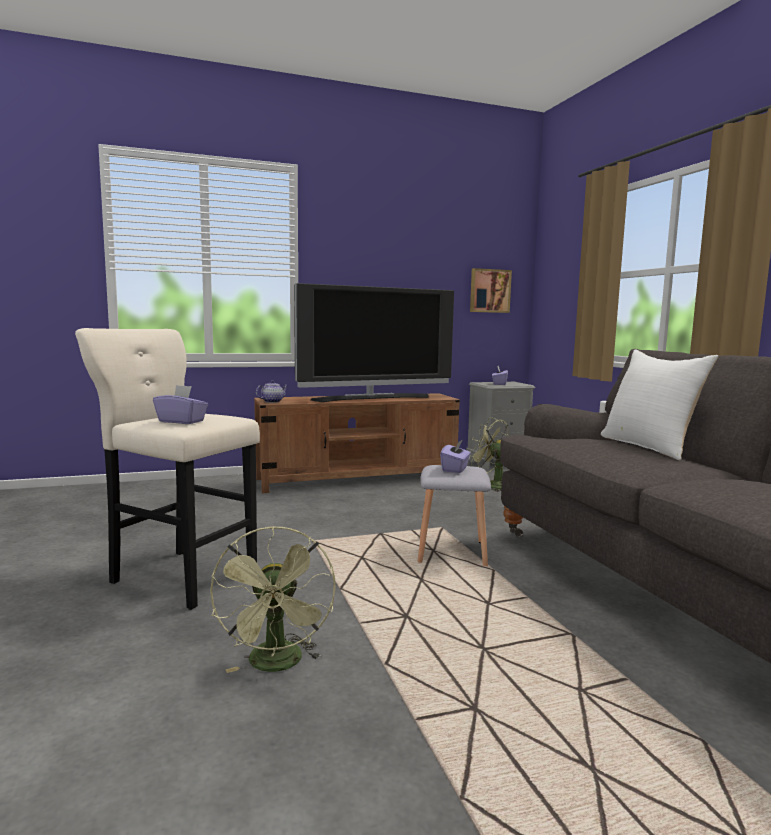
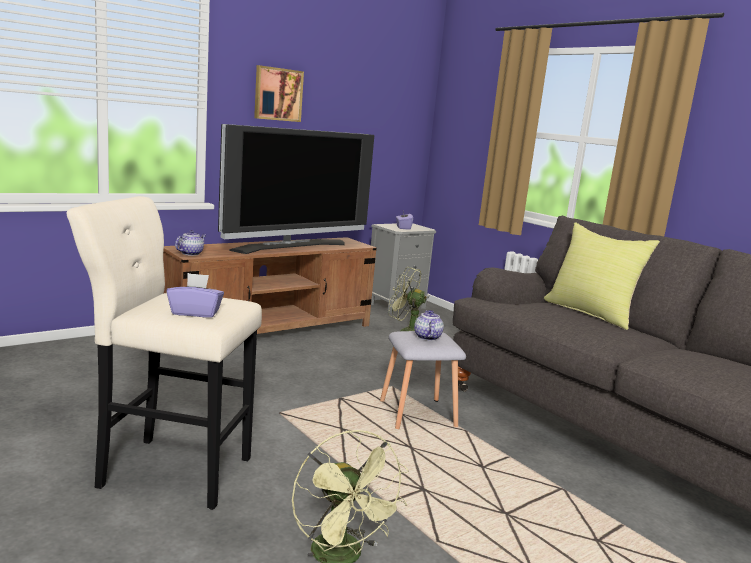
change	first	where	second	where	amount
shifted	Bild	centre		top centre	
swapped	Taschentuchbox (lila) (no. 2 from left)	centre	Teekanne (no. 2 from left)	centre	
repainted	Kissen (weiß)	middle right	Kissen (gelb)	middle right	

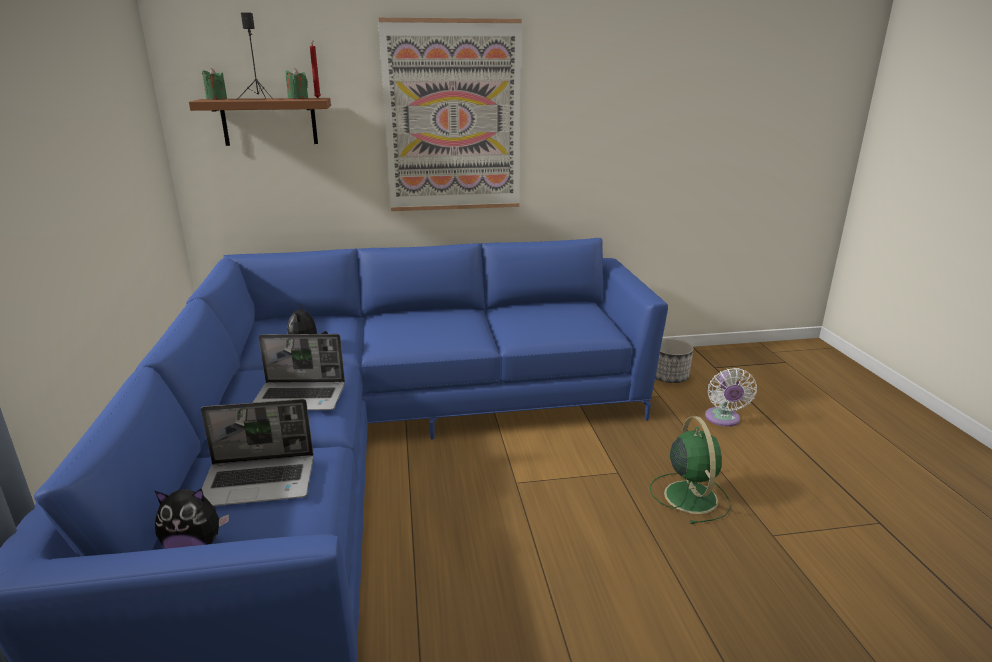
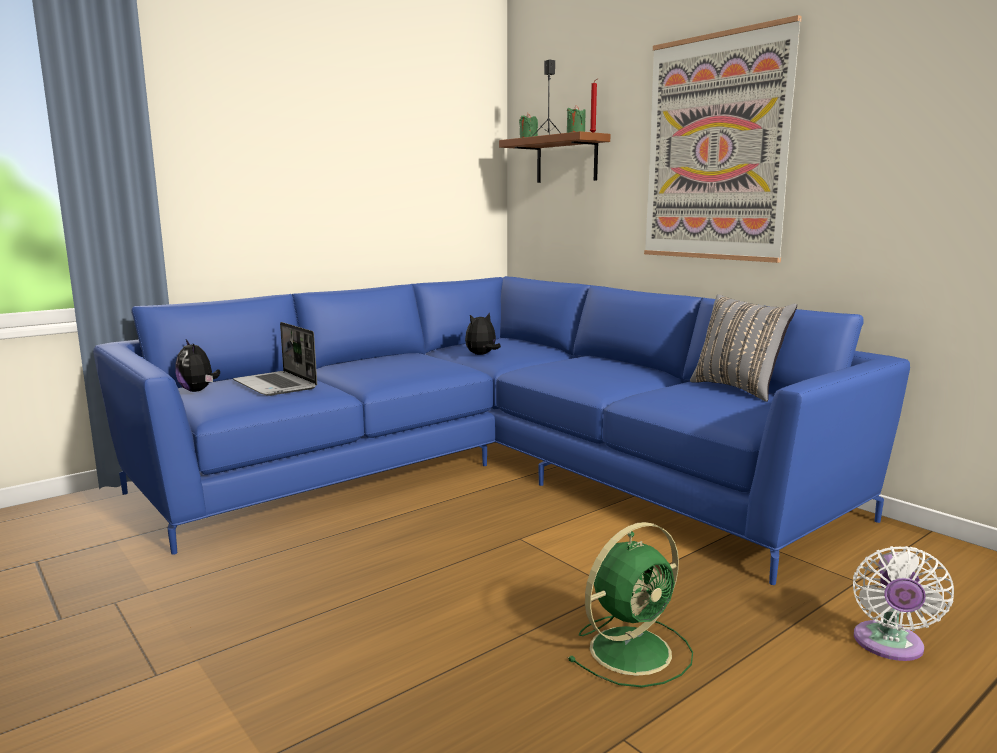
change	first	where	second	where	amount
gone	Laptop (no. 2 from left)	middle left			
gone	Pflanzkübel	middle right			
new			Kissen (grau)	middle right	
rotated	Ventilator (weiß)	middle right		bottom right	45 degrees counterclockwise

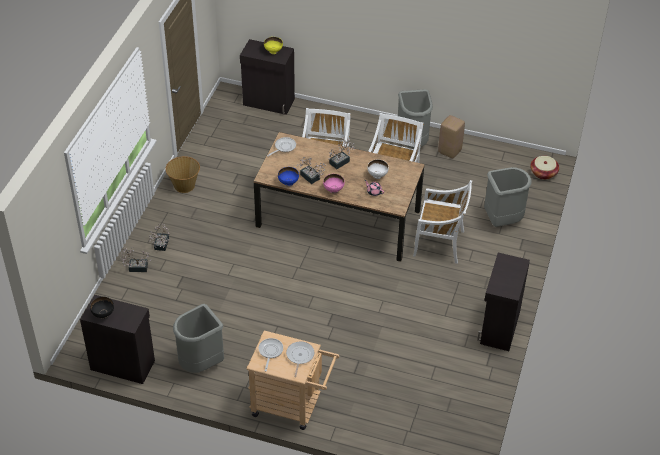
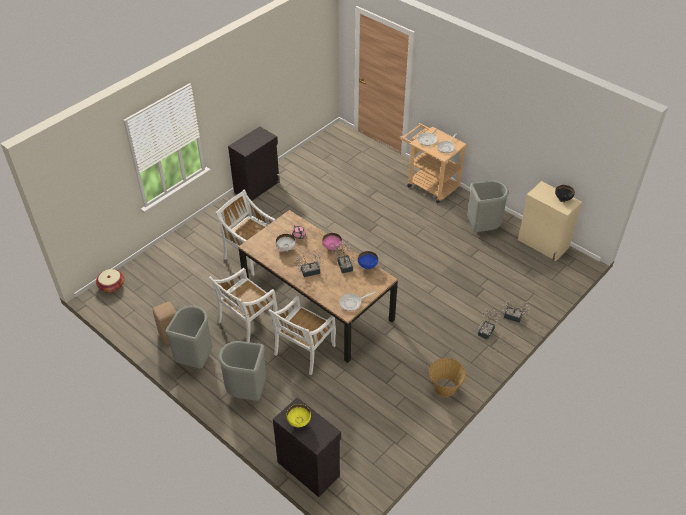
change	first	where	second	where	amount
shifted	Mülleimer (grau) (no. 3 from left in the first image)	middle right	Mülleimer (grau) (no. 2 from left)	bottom centre	
repainted	Schrank (schwarz) (no. 1 from left)	bottom left	Schrank (beige)	middle right	

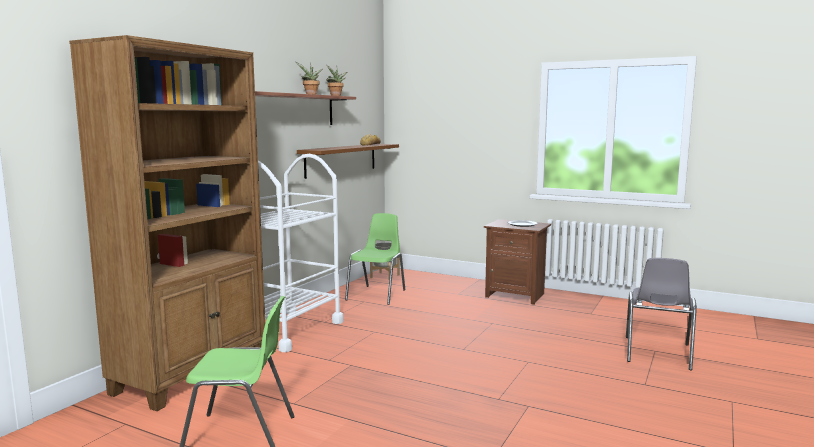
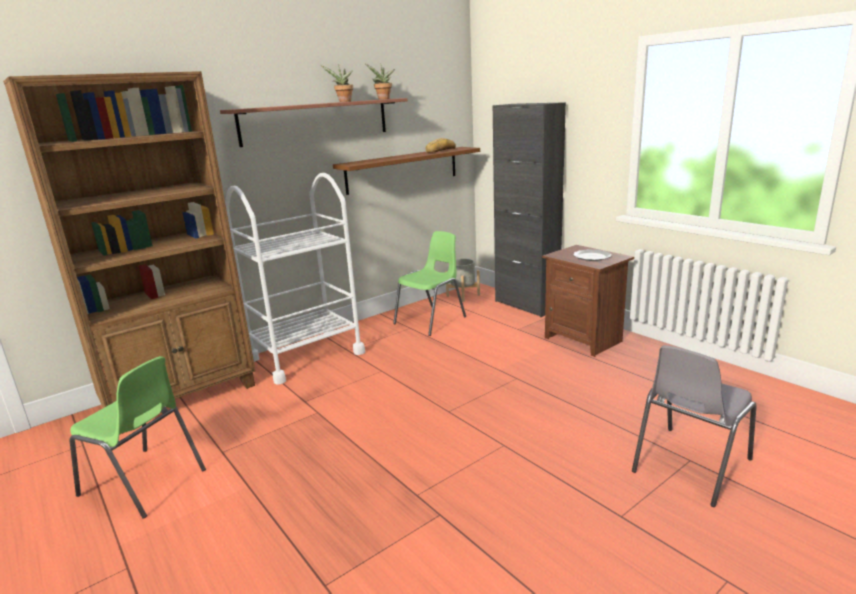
change	first	where	second	where	amount
new			Schrank (schwarz)	centre	

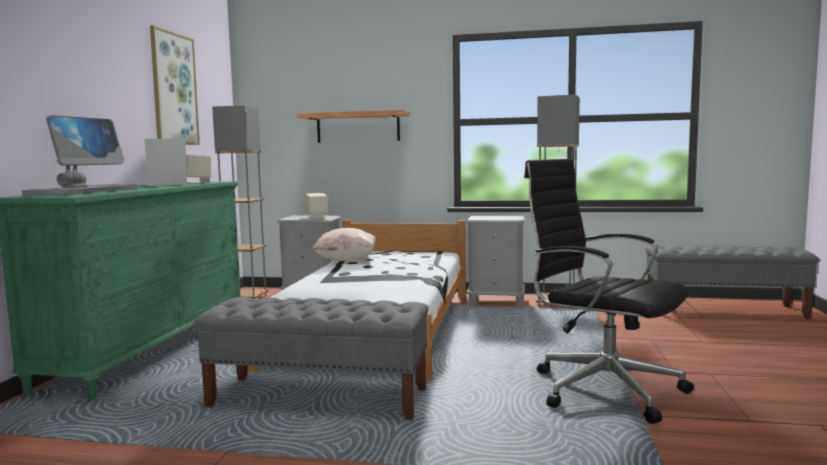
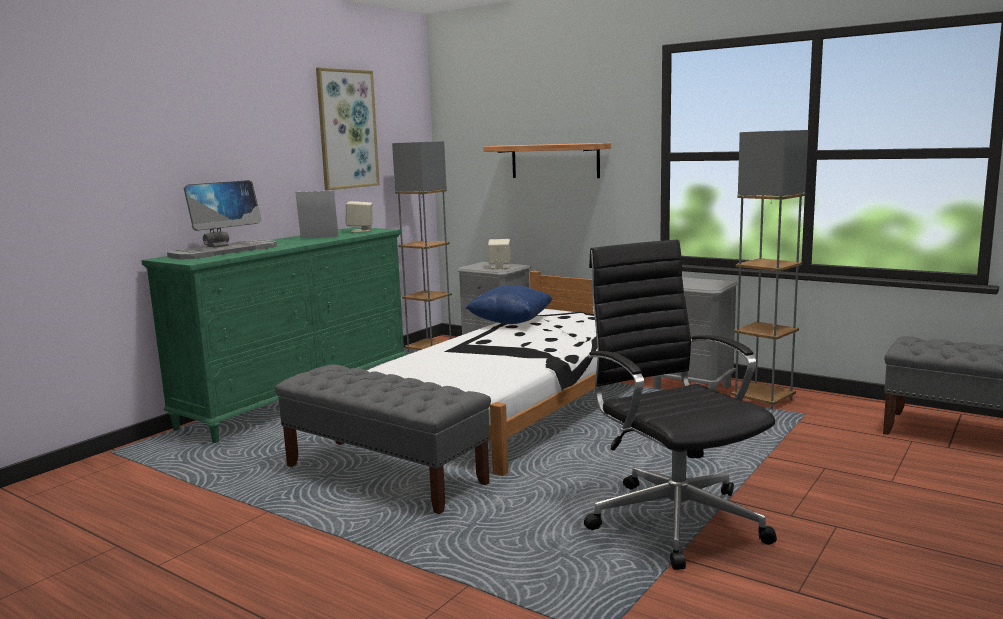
change	first	where	second	where	amount
repainted	Kissen (beige)	centre	Kissen (blau)	centre	

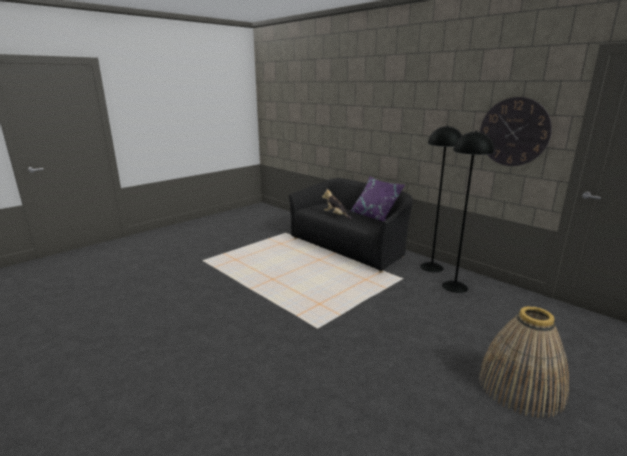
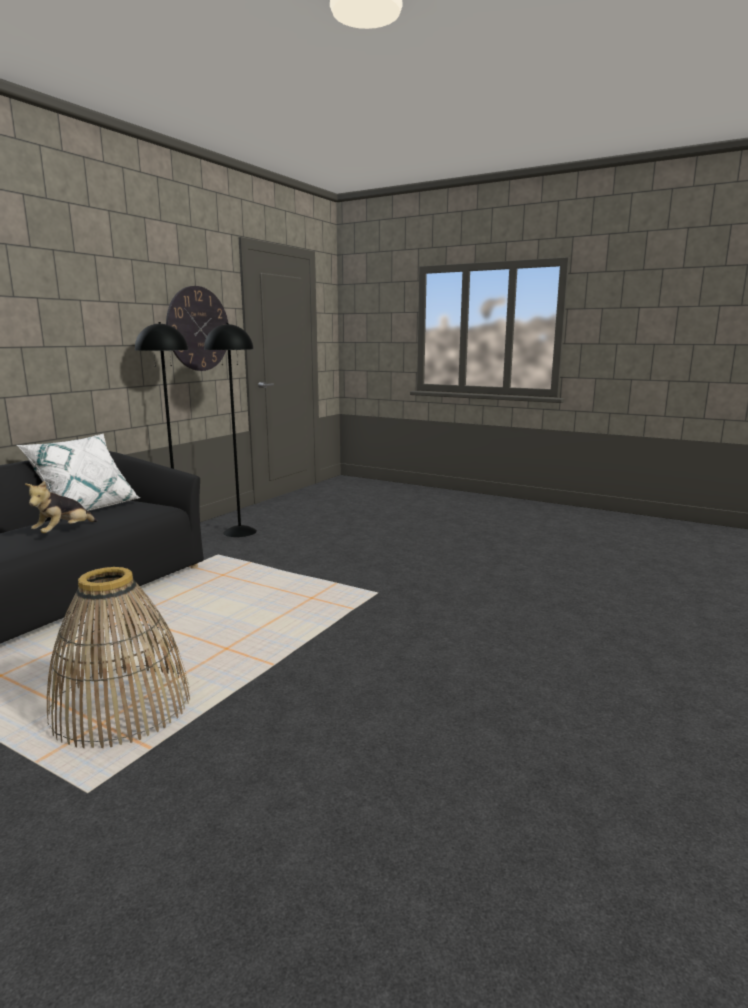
change	first	where	second	where	amount
shifted	Korb	bottom right		middle left	
repainted	Kissen (lila)	centre	Kissen (weiß)	middle left	

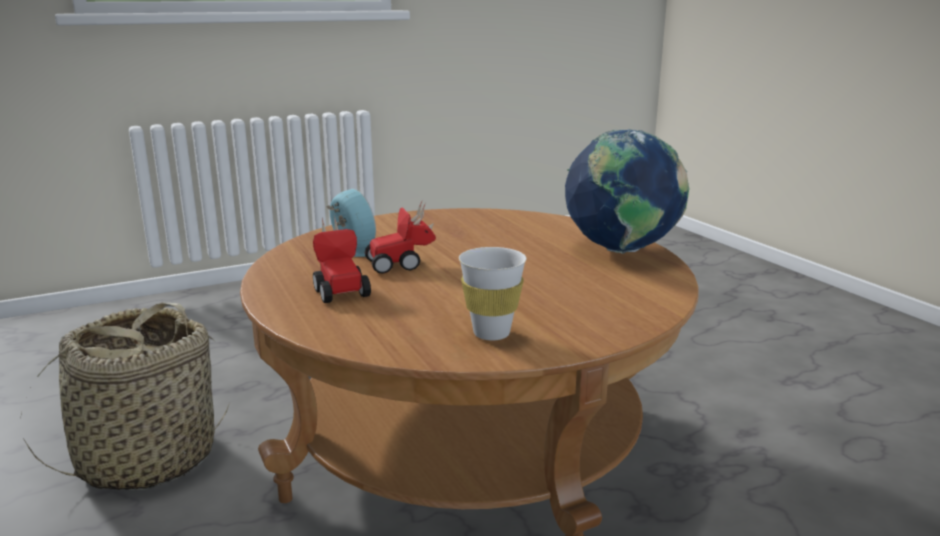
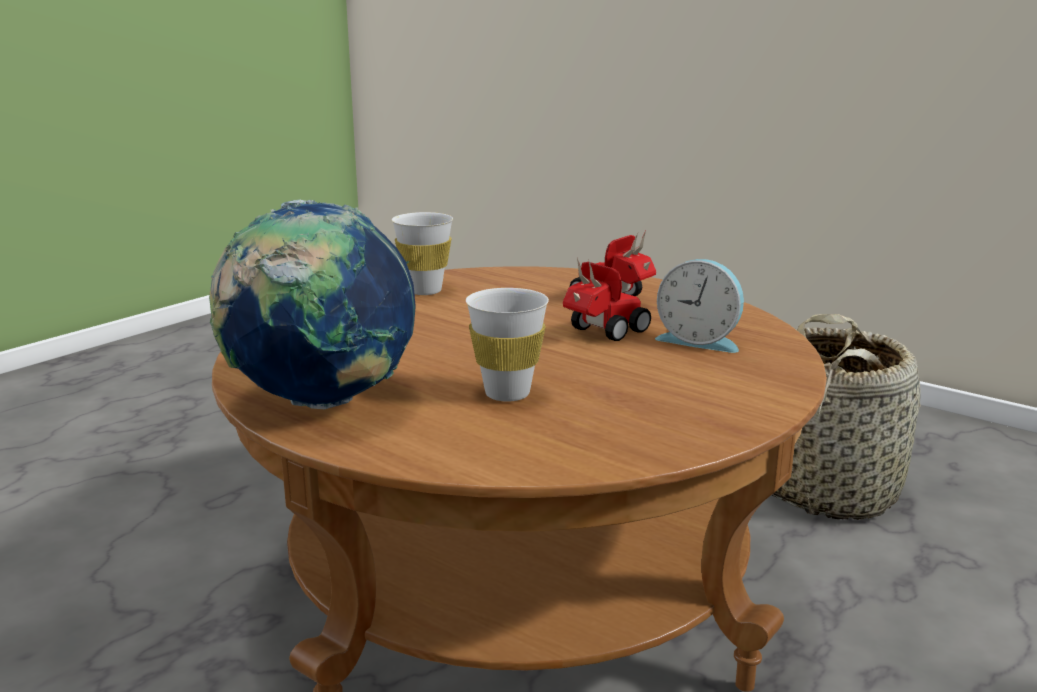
change	first	where	second	where	amount
new			Tasse (weiß) (no. 2 from left)	centre	

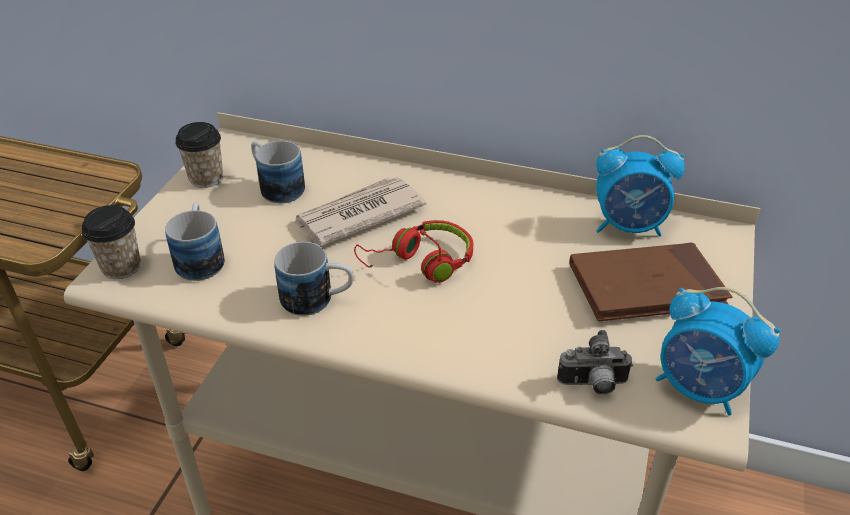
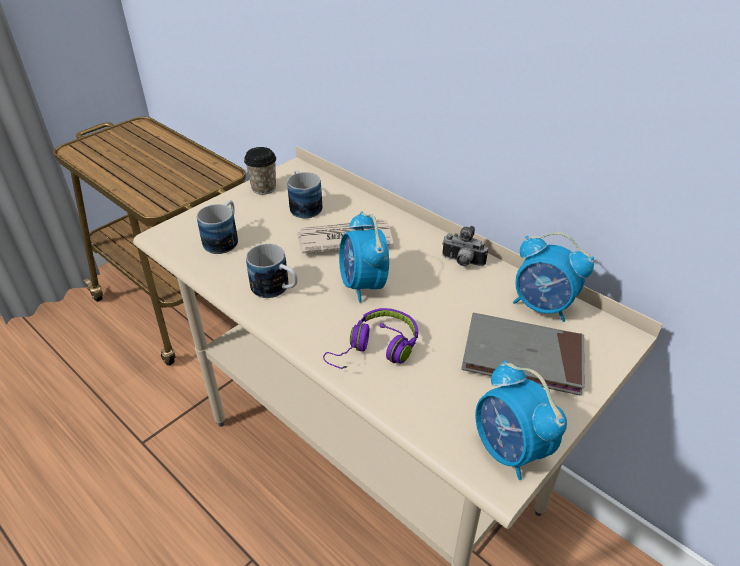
change	first	where	second	where	amount
gone	Tasse (no. 1 from left)	middle left			
new			Kopfhörer (lila)	centre	
shifted	Kamera	bottom right		centre	
swapped	Kopfhörer (rot)	centre	Wecker (no. 1 from left)	centre	
repainted	Buch (braun)	middle right	Buch (grau)	middle right	

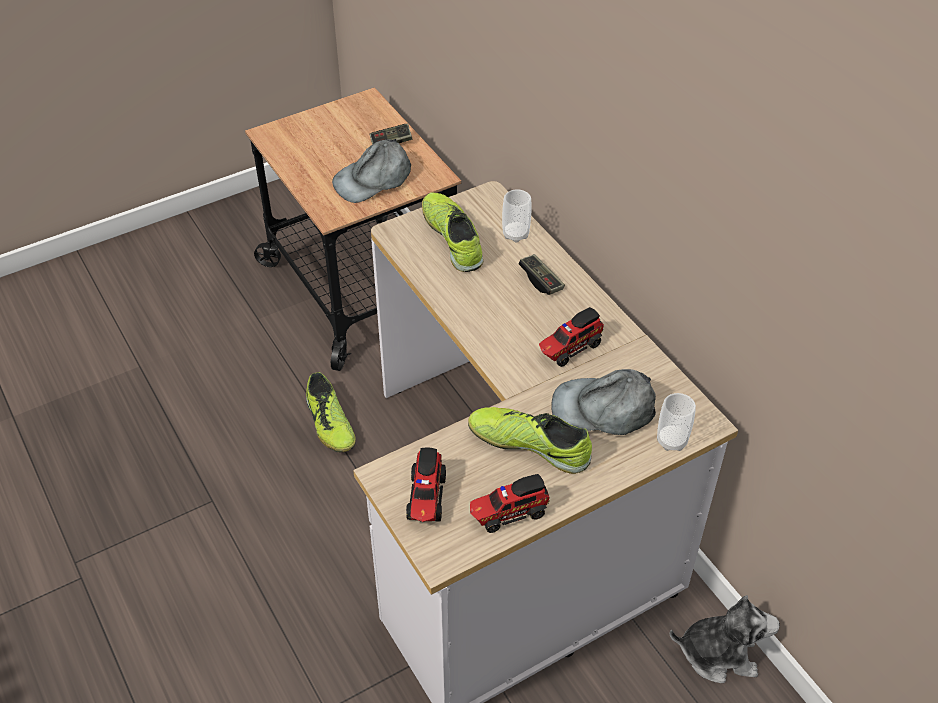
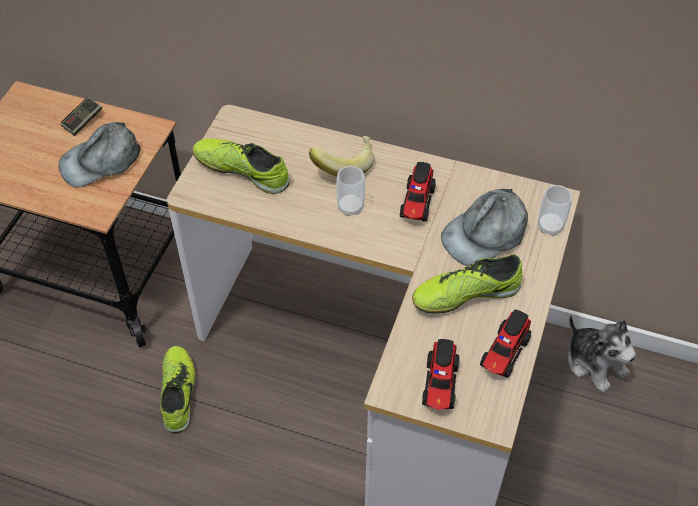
change	first	where	second	where	amount
shifted	Tasse (no. 1 from left)	top centre		centre	
swapped	Gamepad (no. 2 from left)	centre	Banane	top centre	
rotated	Schuh (no. 1 from left)	centre		bottom left	120 degrees counterclockwise
rotated	Kappe (grau) (no. 1 from left)	top centre		top left	45 degrees clockwise
rotated	Spielzeuglaster (no. 1 from left in the first image)	bottom centre	Spielzeuglaster (no. 2 from left)	bottom centre	45 degrees clockwise
rotated	Plüschtier	bottom right		bottom right	90 degrees clockwise

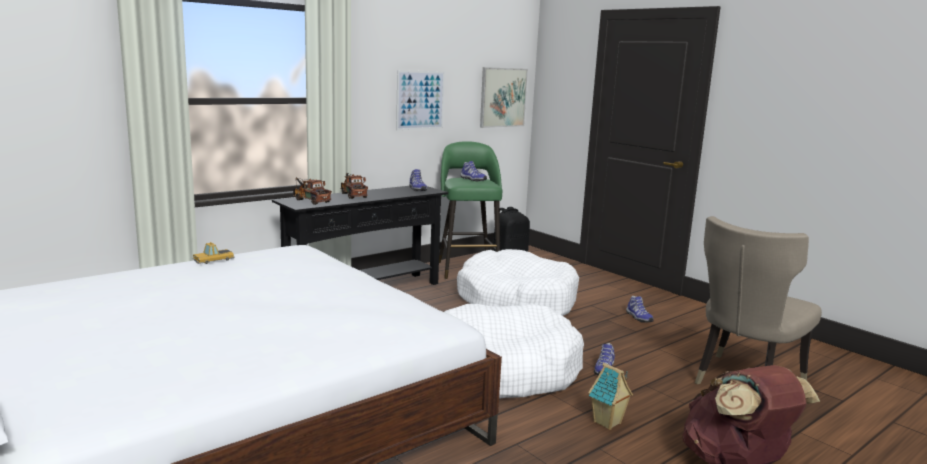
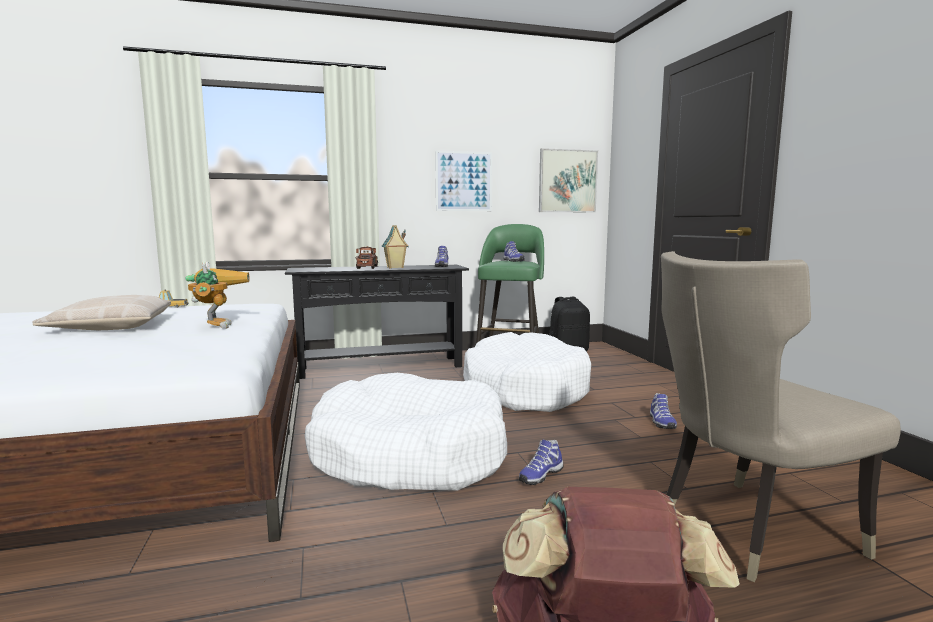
change	first	where	second	where	amount
gone	Spielzeuglaster (no. 1 from left)	centre			
new			Kissen (beige)	middle left	
new			Spielzeugroboter	middle left	
shifted	Spielzeughaus	bottom centre		centre	

